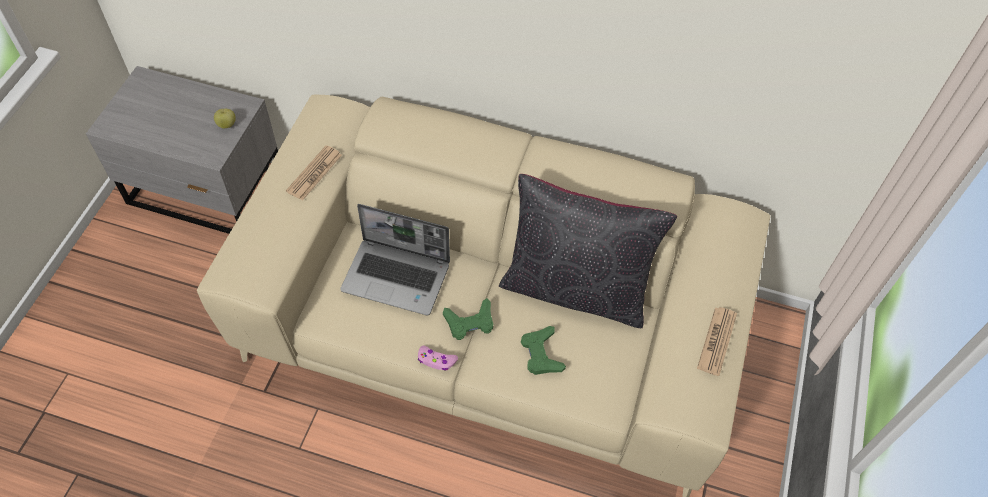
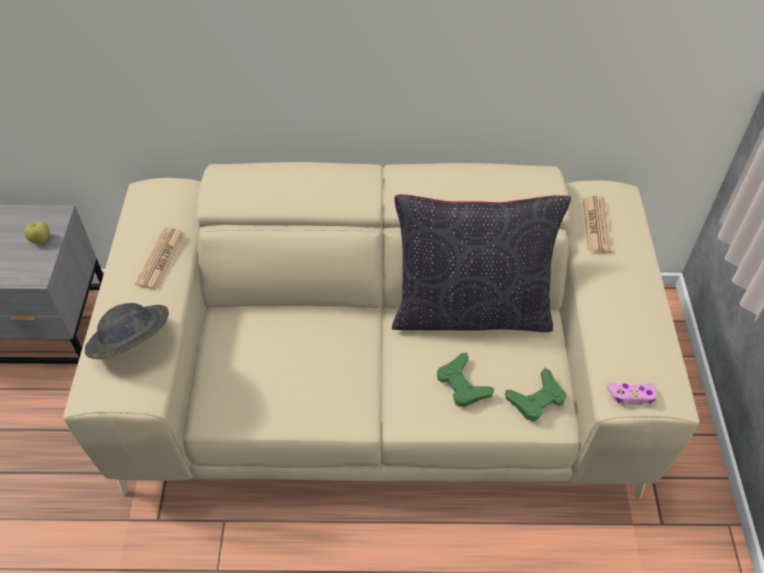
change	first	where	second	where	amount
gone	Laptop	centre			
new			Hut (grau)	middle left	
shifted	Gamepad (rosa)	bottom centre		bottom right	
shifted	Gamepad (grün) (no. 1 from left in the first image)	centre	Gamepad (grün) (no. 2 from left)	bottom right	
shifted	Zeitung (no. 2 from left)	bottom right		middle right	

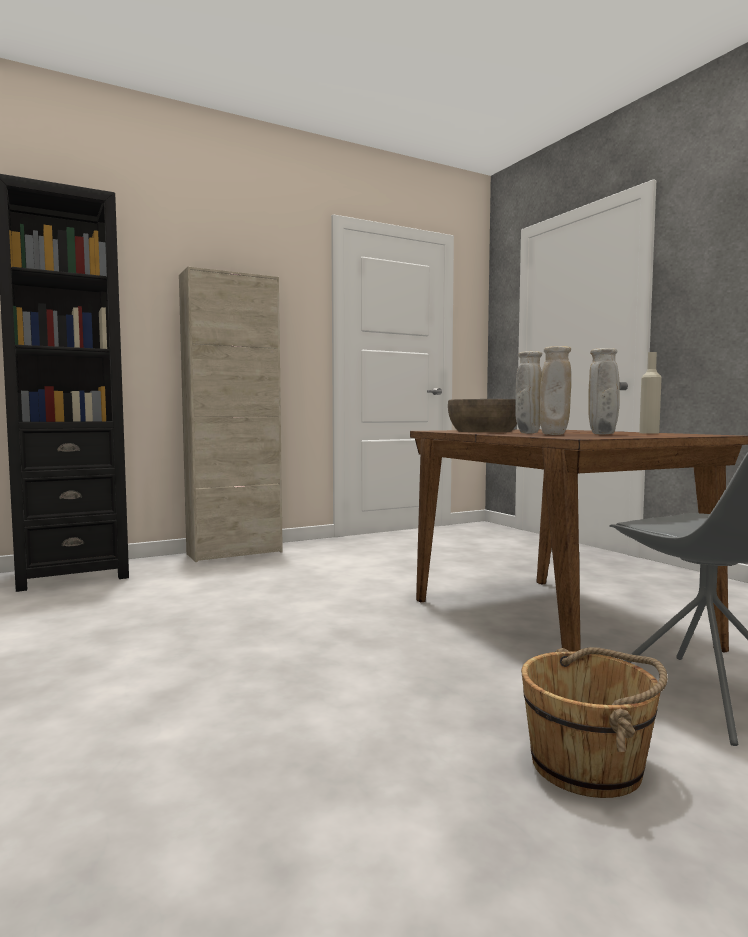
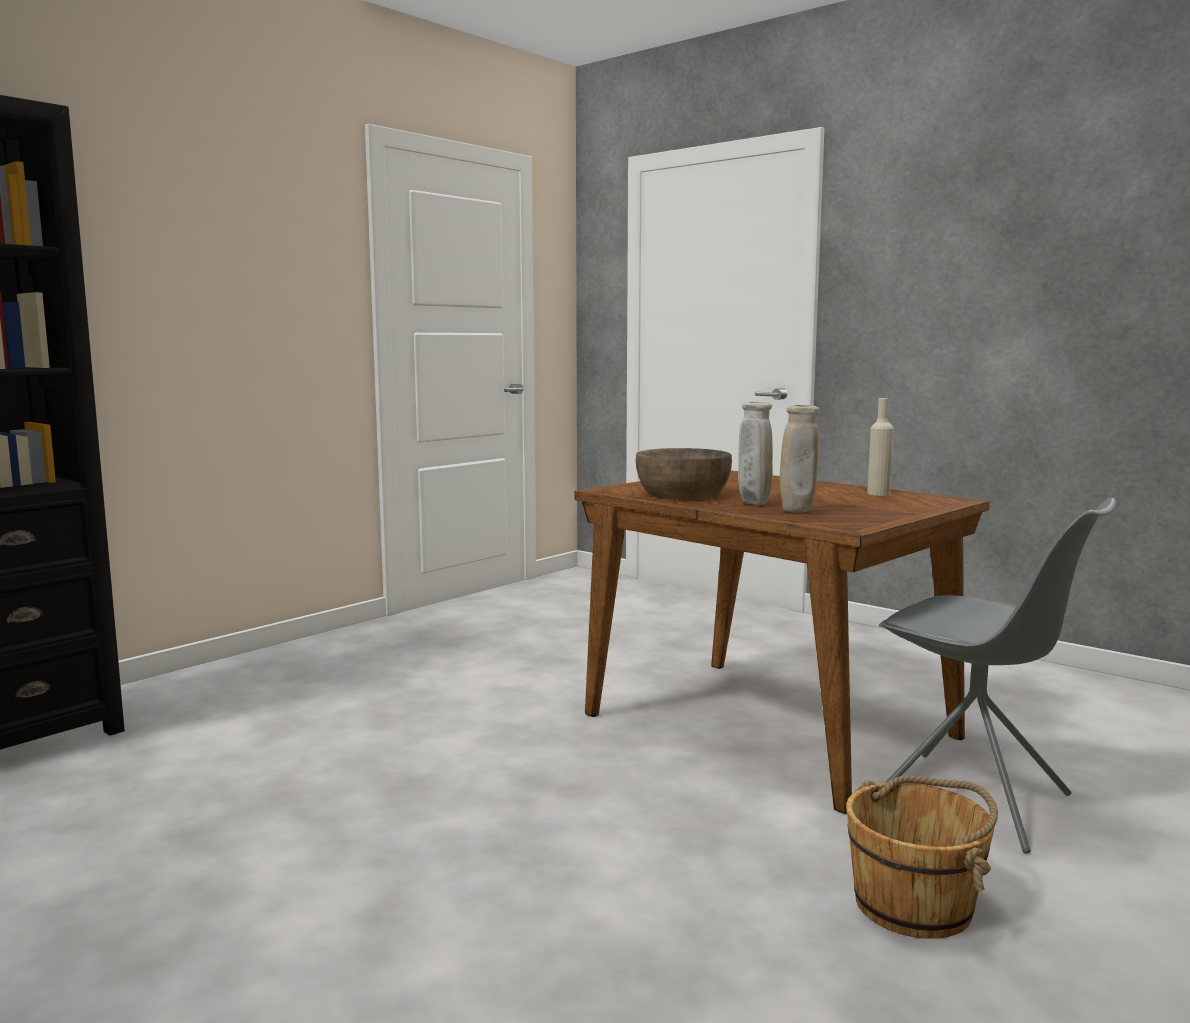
change	first	where	second	where	amount
gone	Schrank (beige)	middle left			
gone	Vase (beige) (no. 3 from left)	middle right			

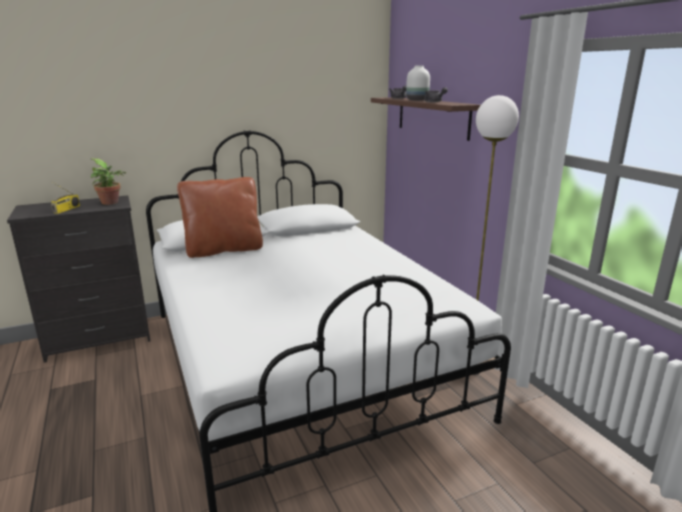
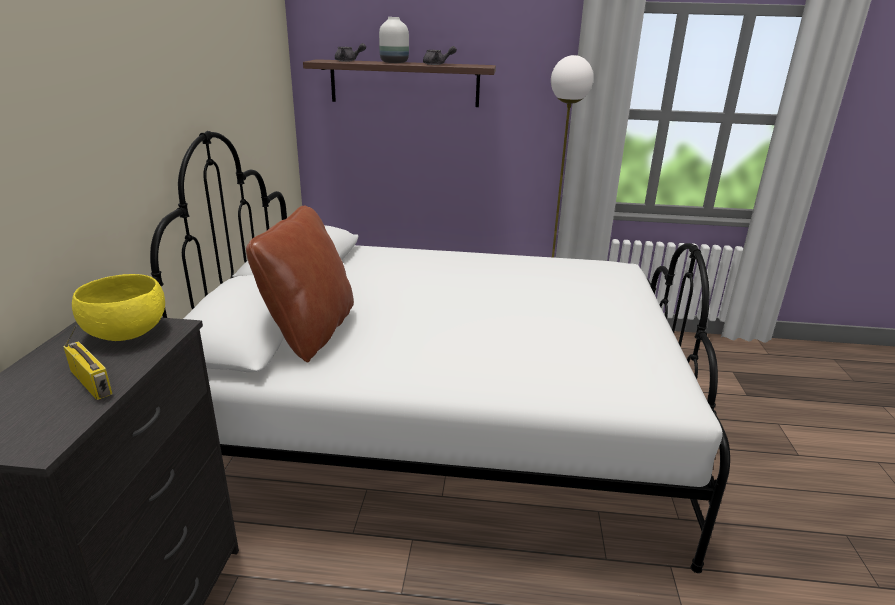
change	first	where	second	where	amount
swapped	Topfpflanze	middle left	Schüssel (gelb)	middle left	

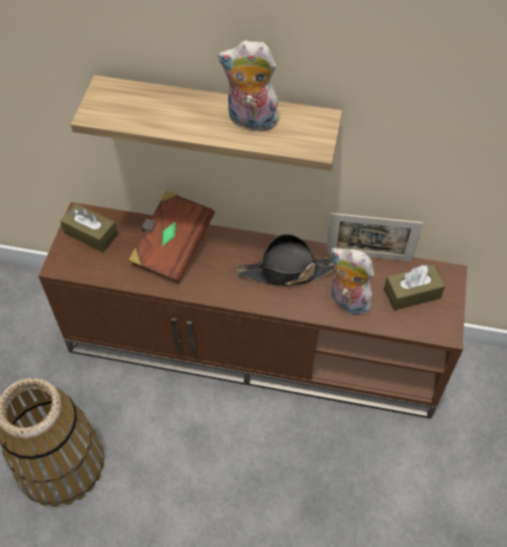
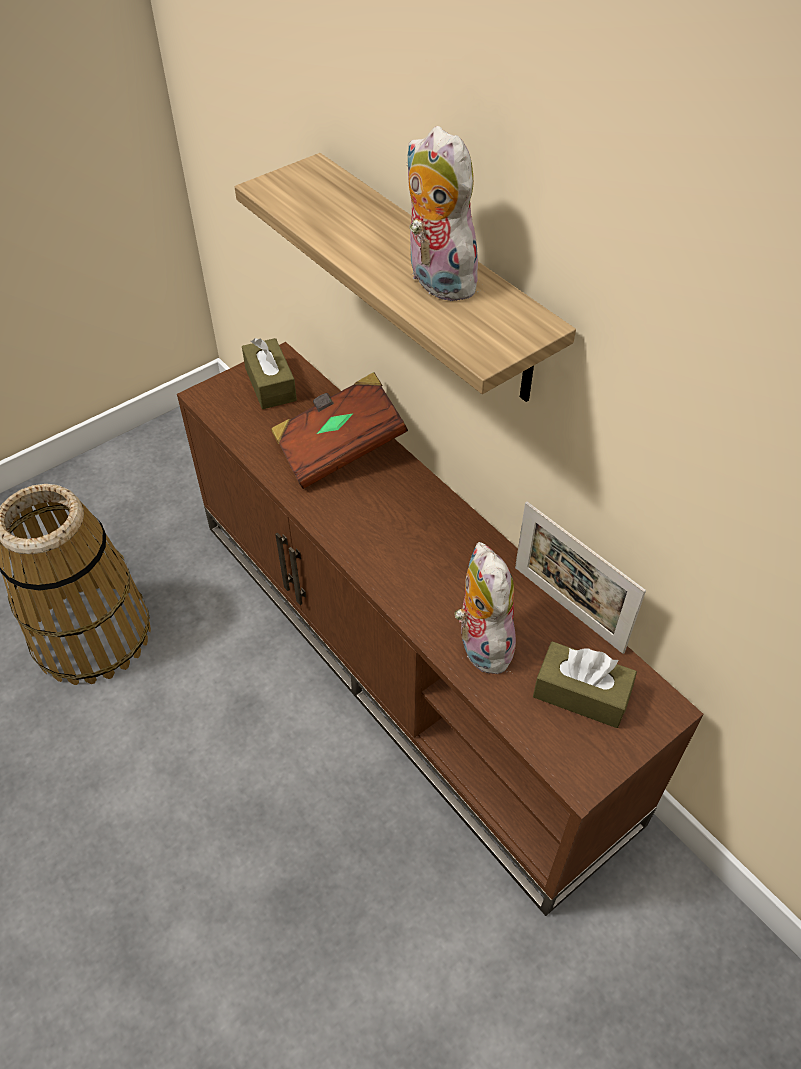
change	first	where	second	where	amount
gone	Hut (schwarz)	centre			

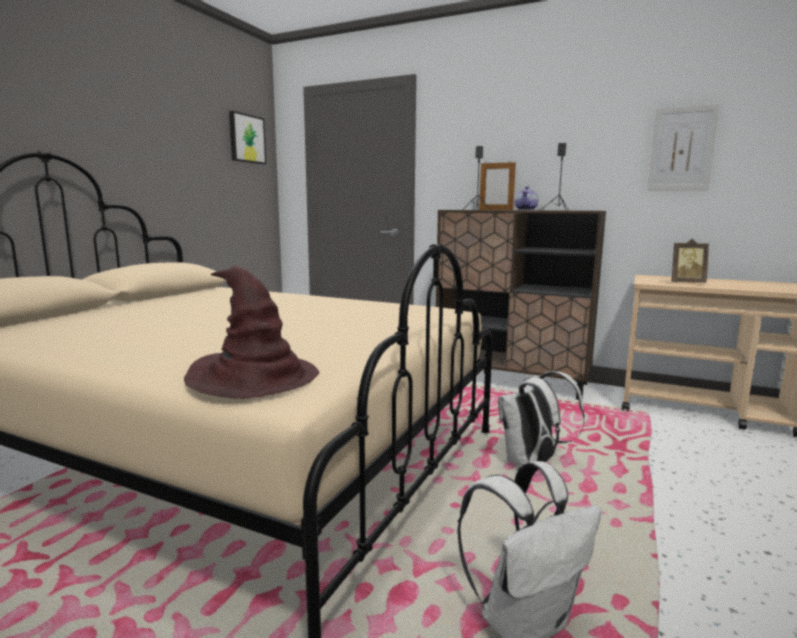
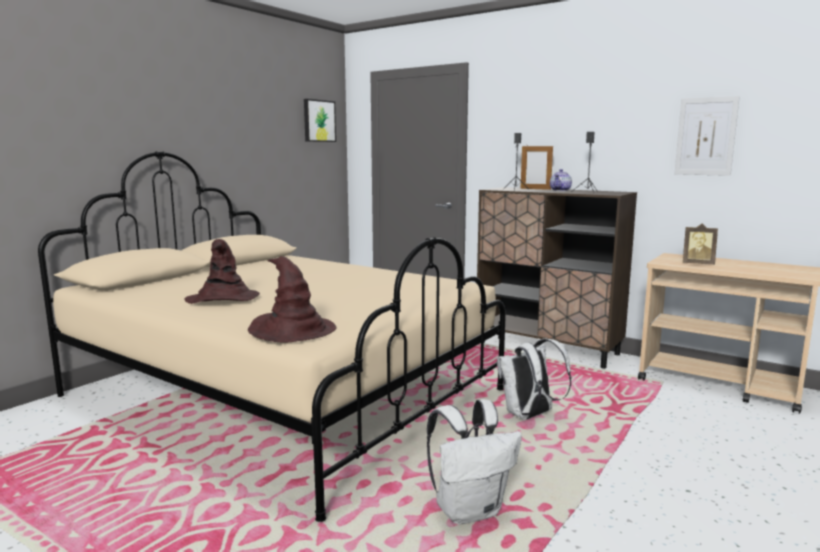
change	first	where	second	where	amount
new			Hut (braun) (no. 1 from left)	middle left	

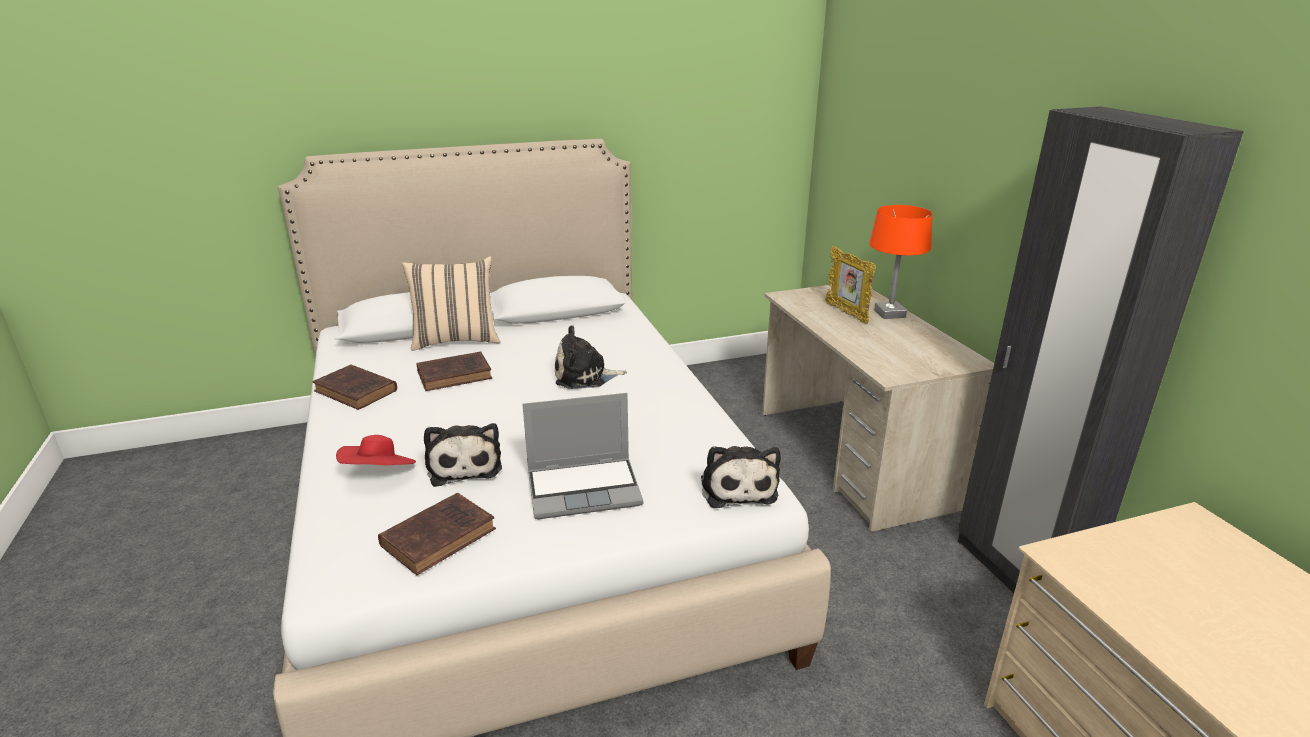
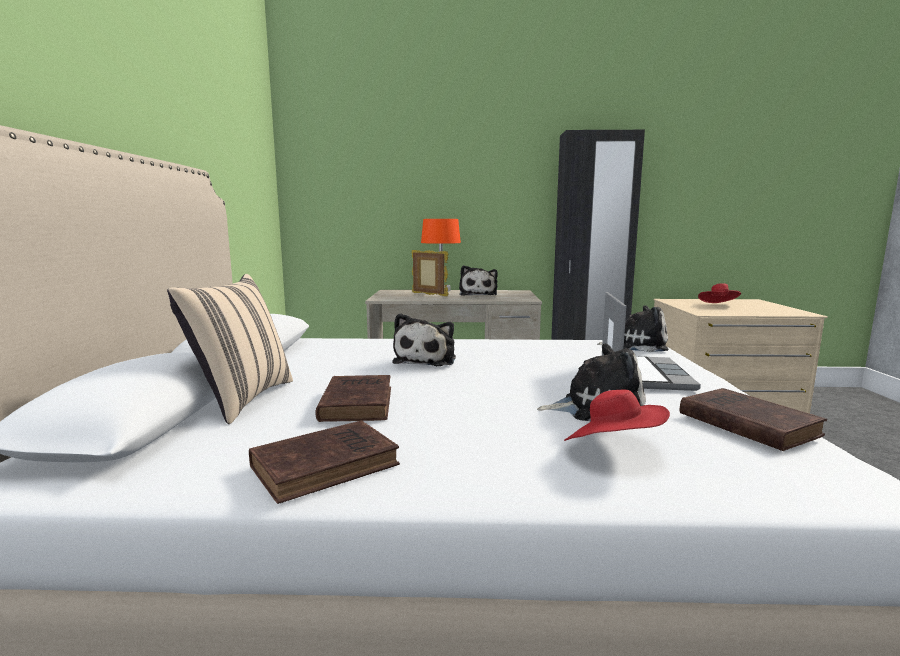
change	first	where	second	where	amount
new			Plüschtier (no. 2 from left)	centre	
new			Hut (rot) (no. 2 from left)	middle right	
rotated	Bilderrahmen	centre		centre	135 degrees counterclockwise

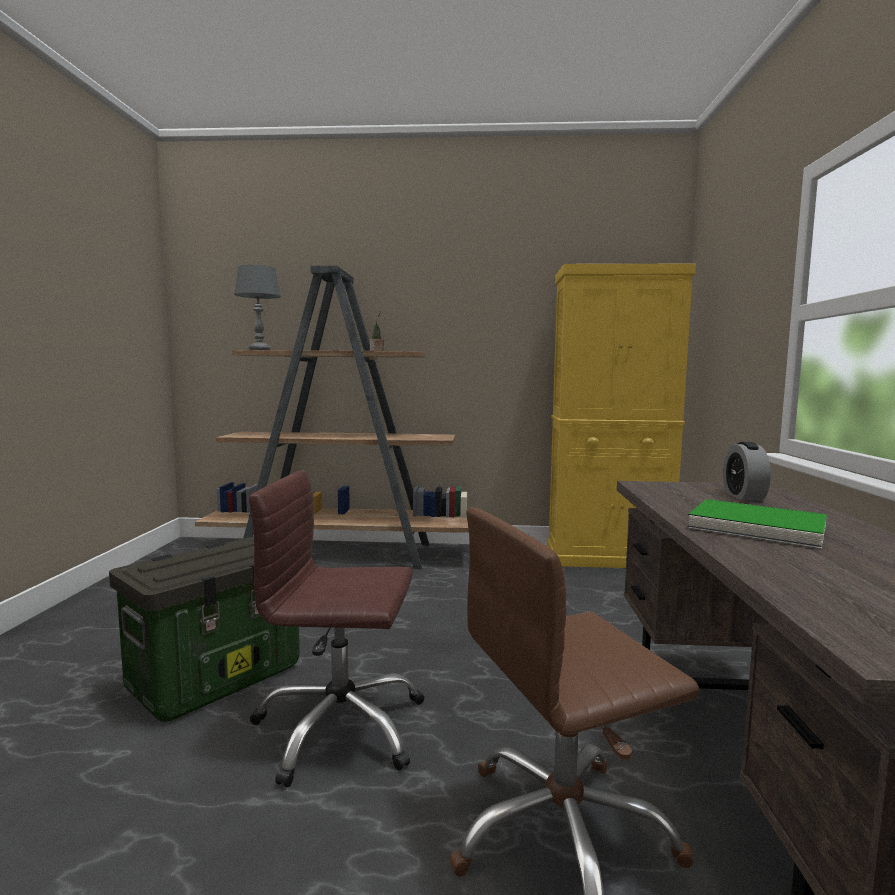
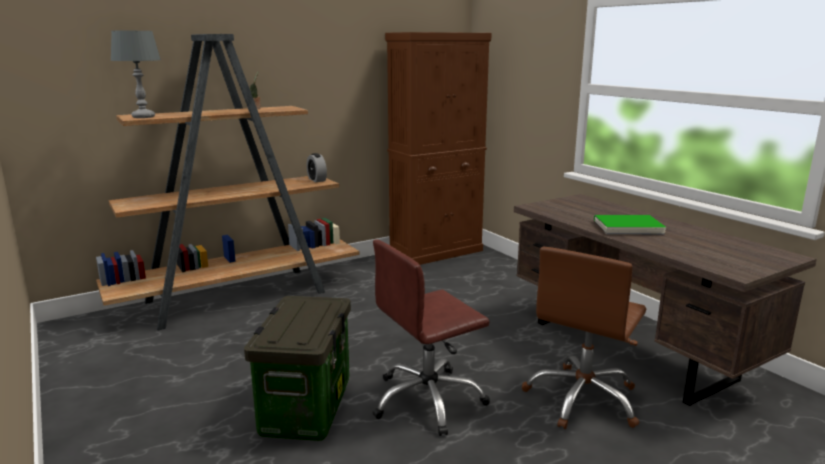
change	first	where	second	where	amount
shifted	Wecker	middle right		centre	
repainted	Schrank (gelb)	middle right	Schrank (braun)	top centre	

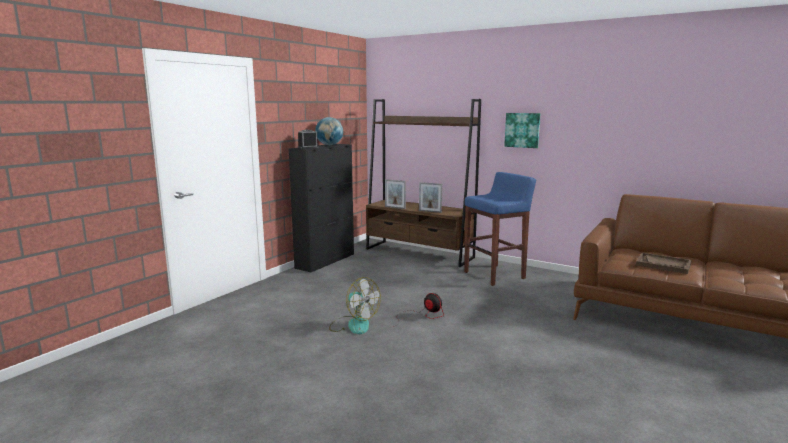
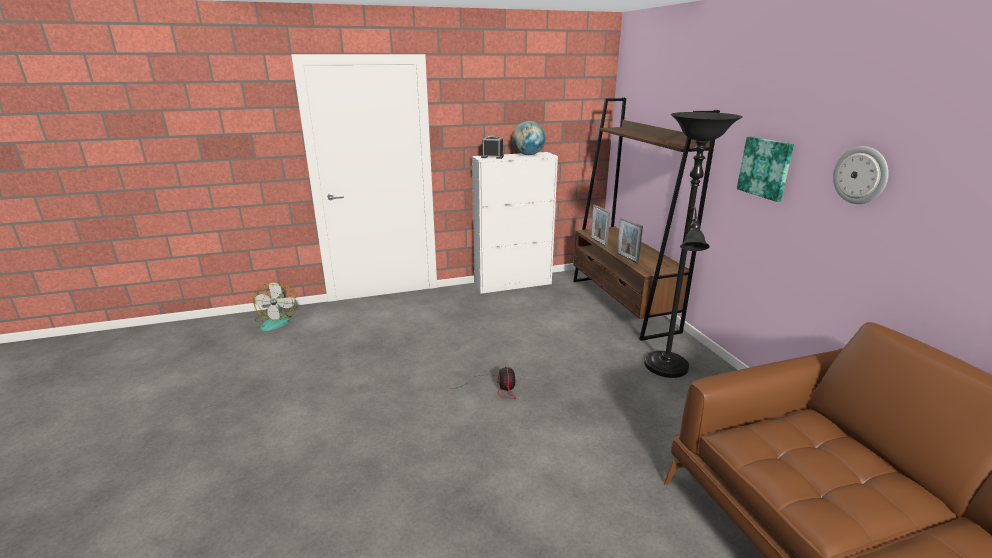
change	first	where	second	where	amount
gone	Tablett (braun)	middle right			
new			Wanduhr	top right	
shifted	Ventilator (no. 1 from left)	bottom centre		middle left	
swapped	Hocker (blau)	centre	Stehlampe (schwarz)	middle right	
repainted	Schrank (schwarz)	centre	Schrank (weiß)	centre	

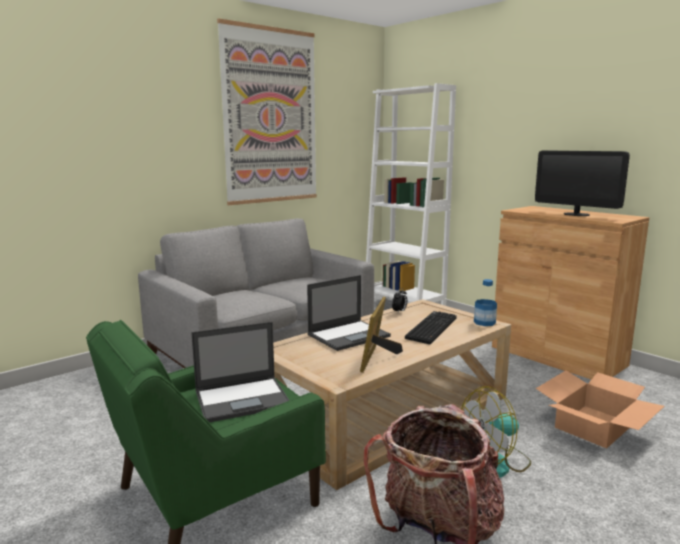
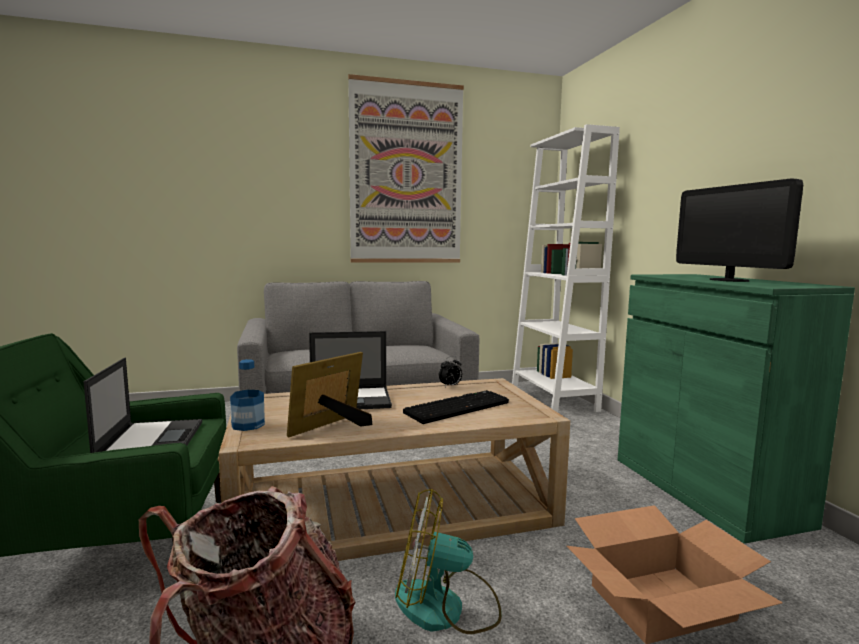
change	first	where	second	where	amount
shifted	Flasche	middle right		middle left	
repainted	Schrank (braun)	middle right	Schrank (grün)	middle right	
rotated	Laptop (no. 1 from left)	bottom centre		middle left	105 degrees counterclockwise

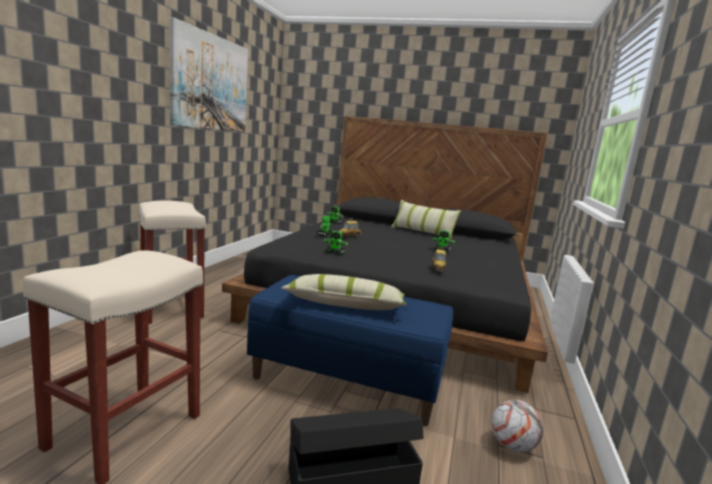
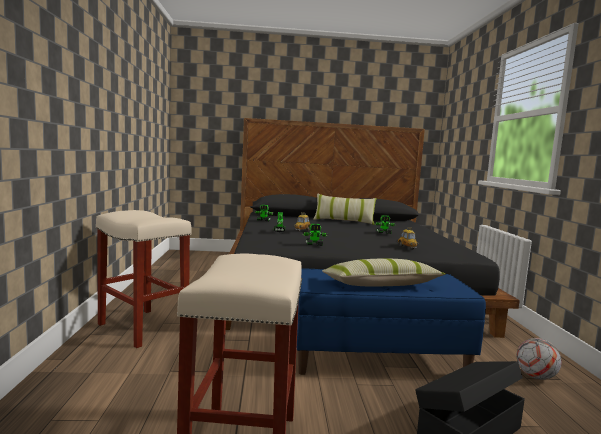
change	first	where	second	where	amount
gone	Bild	top left			

